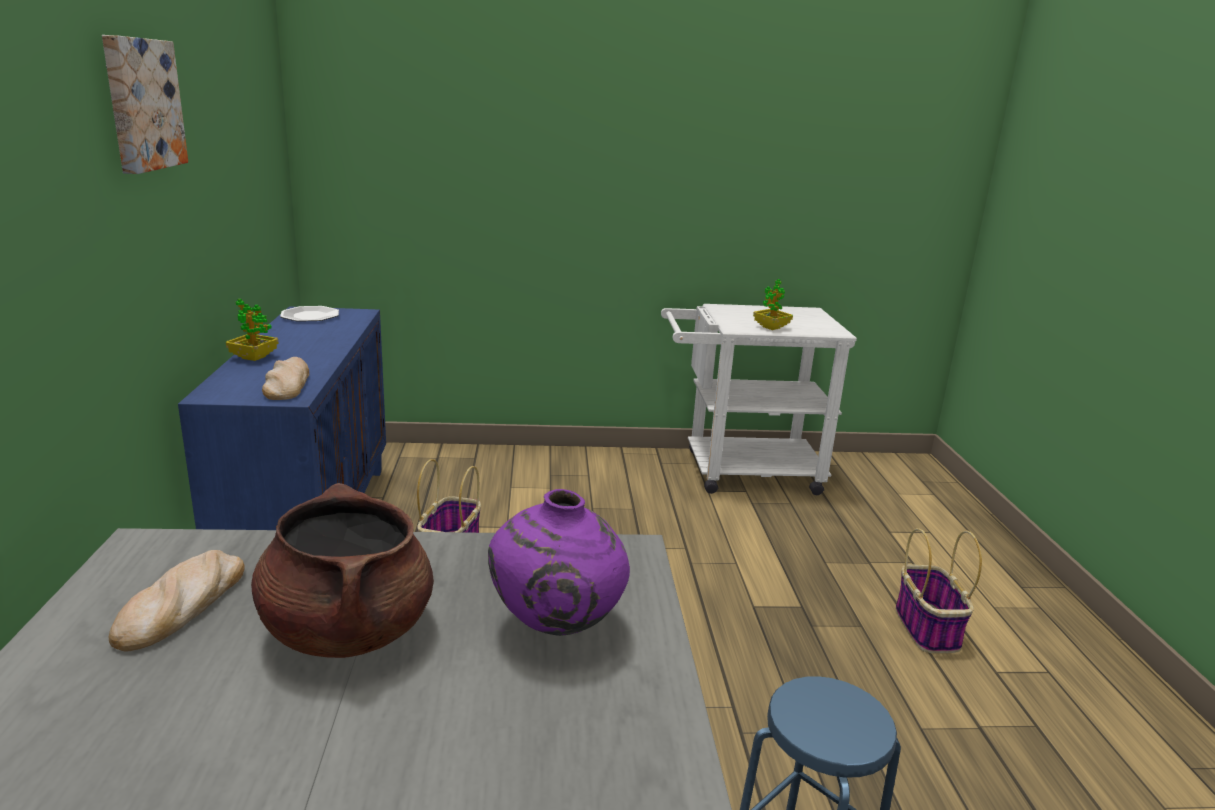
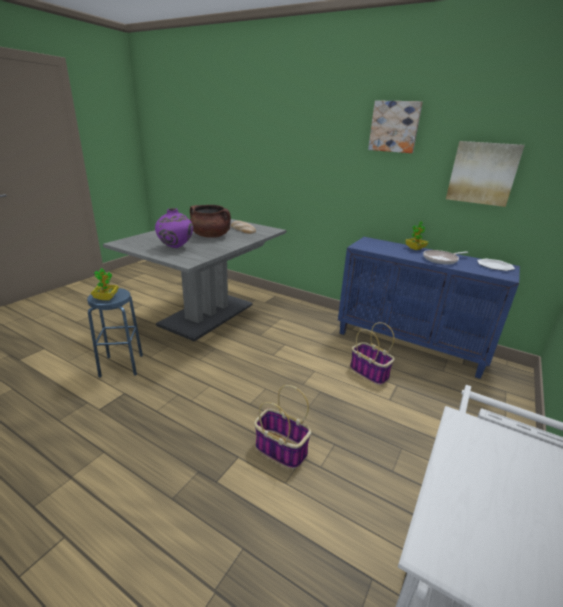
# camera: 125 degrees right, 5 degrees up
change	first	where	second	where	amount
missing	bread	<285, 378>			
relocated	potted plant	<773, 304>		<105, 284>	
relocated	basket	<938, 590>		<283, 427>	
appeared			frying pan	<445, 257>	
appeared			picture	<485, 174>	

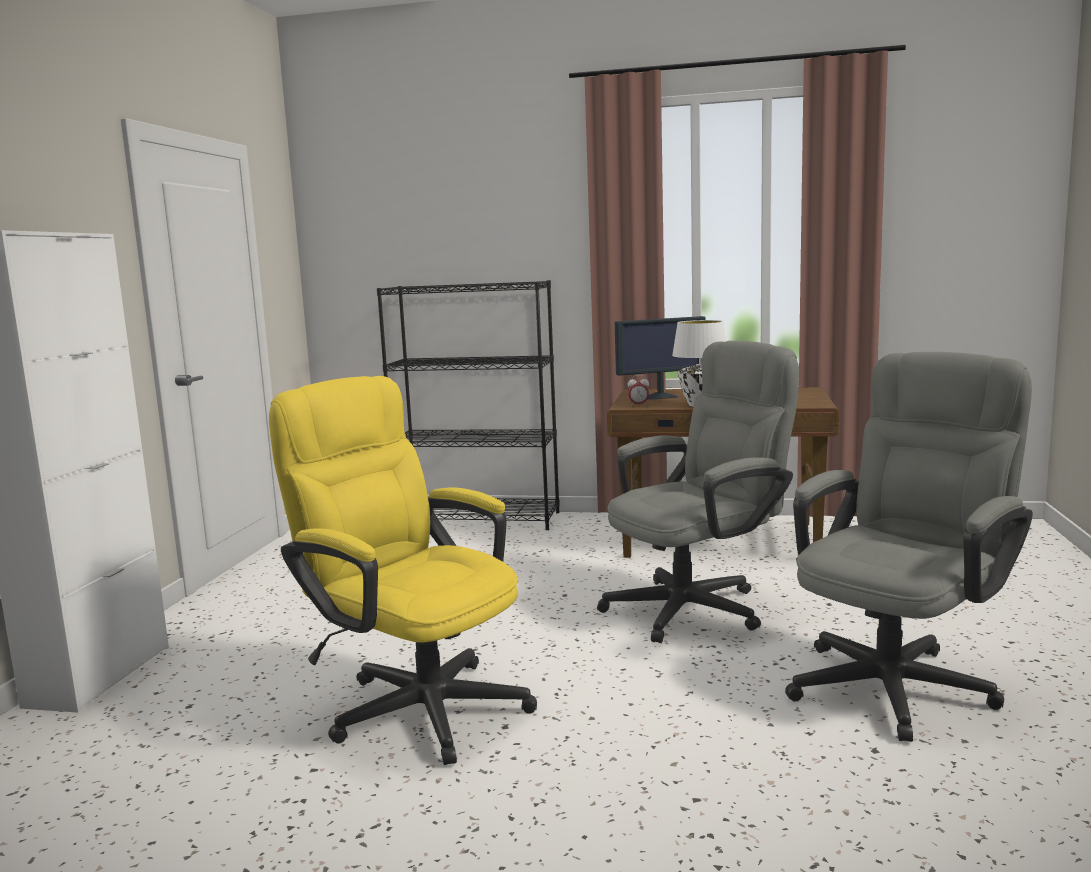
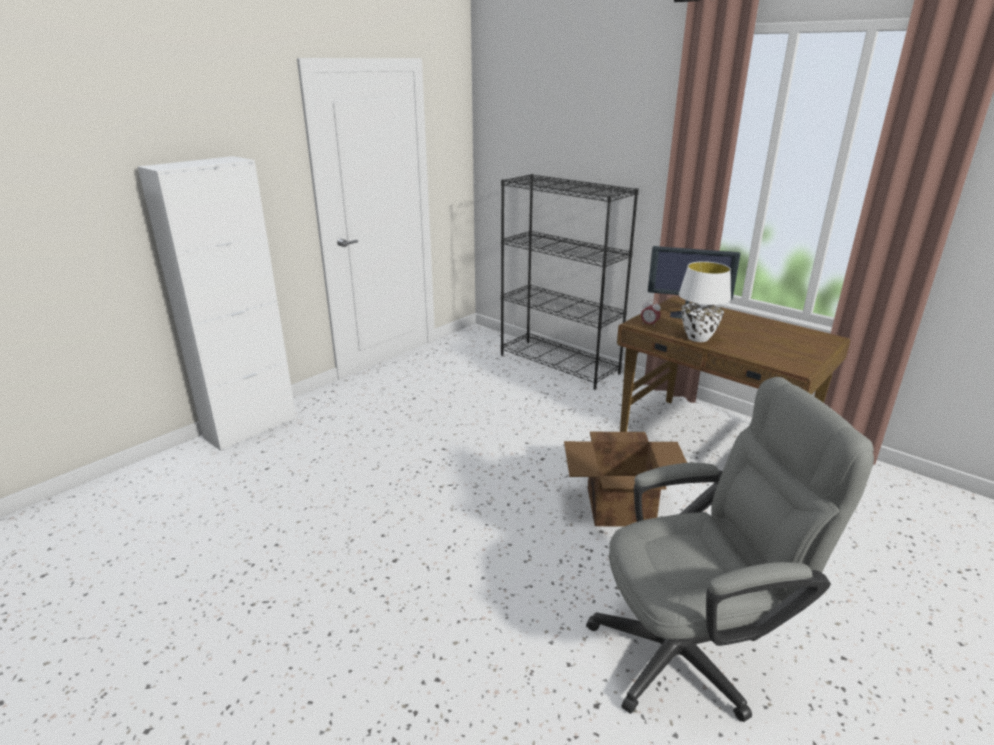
# camera: 30 degrees right, 15 degrees up
change	first	where	second	where	amount
missing	office chair in yellow	<403, 570>			
exchanged	office chair in grey	<698, 492>	cardboard box	<625, 479>	

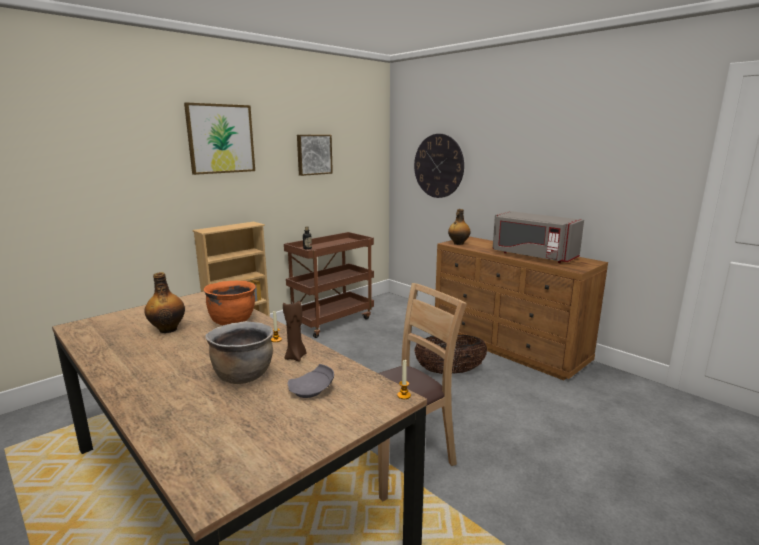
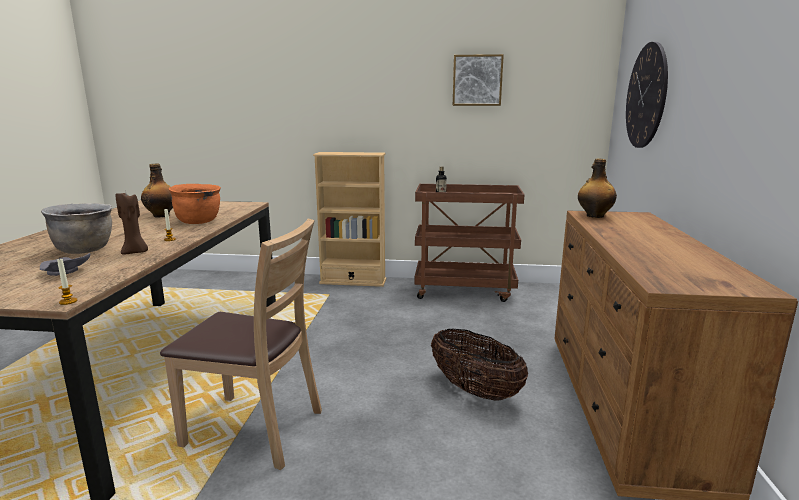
# camera: 50 degrees right, 0 degrees up
change	first	where	second	where	amount
missing	picture	<219, 138>			
missing	microwave in grey	<538, 237>			

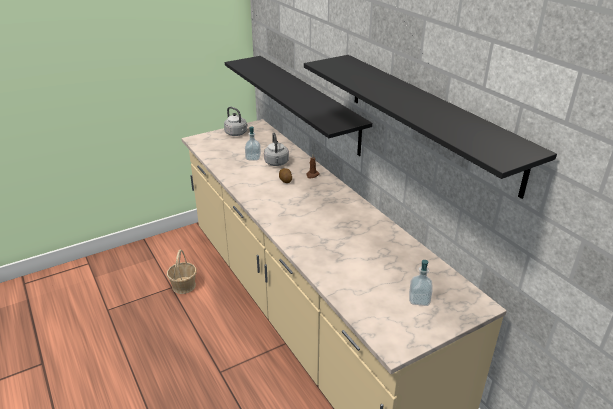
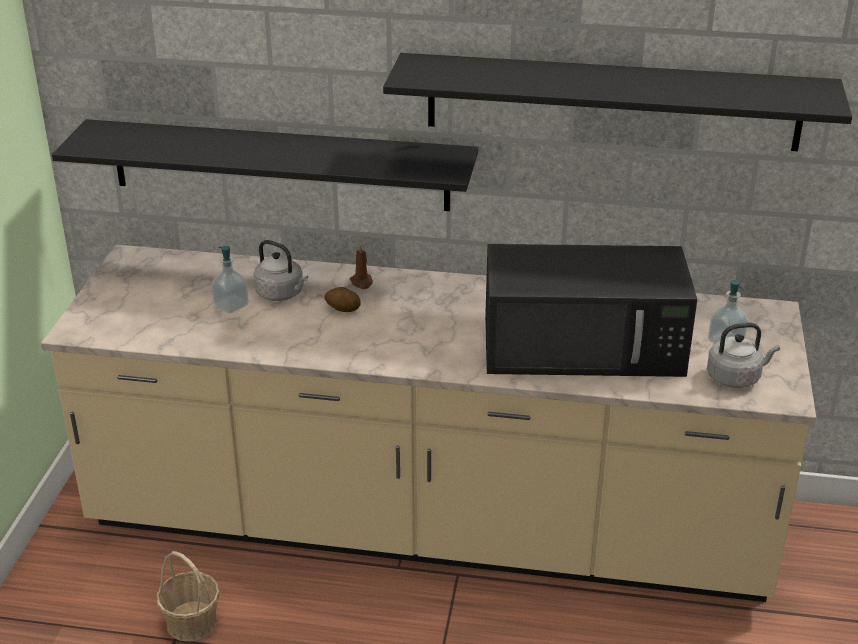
# camera: 50 degrees left, 0 degrees up
change	first	where	second	where	amount
relocated	kettle in grey	<236, 121>		<743, 355>	
appeared			microwave in black	<591, 310>	

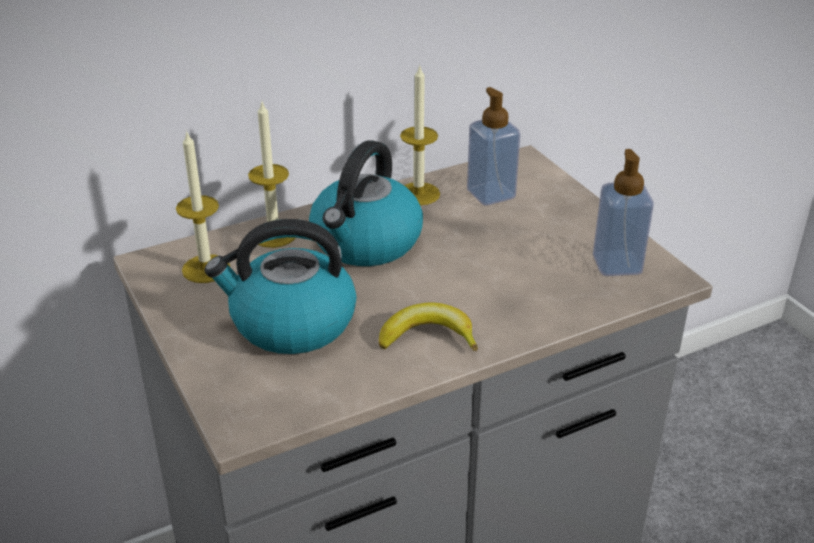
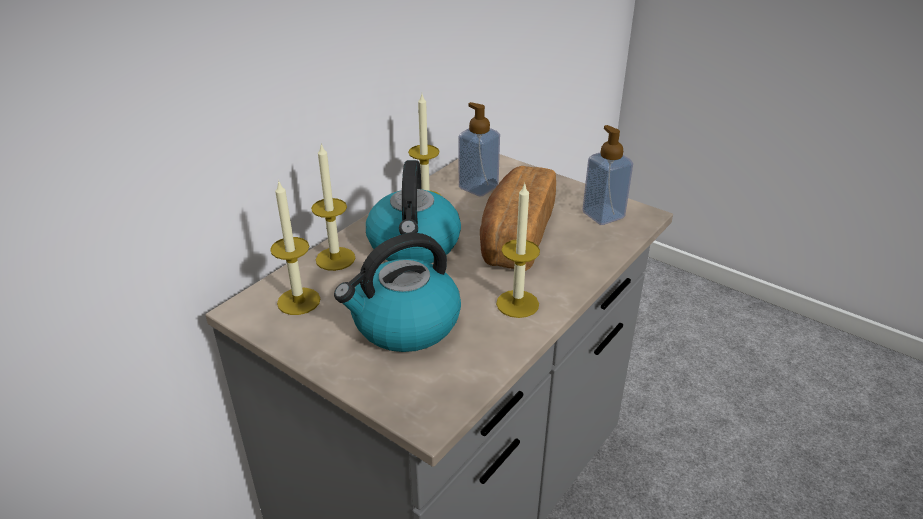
# camera: 25 degrees left, 0 degrees up
change	first	where	second	where	amount
exchanged	banana	<428, 327>	candle	<518, 250>	
appeared			bread	<518, 218>	

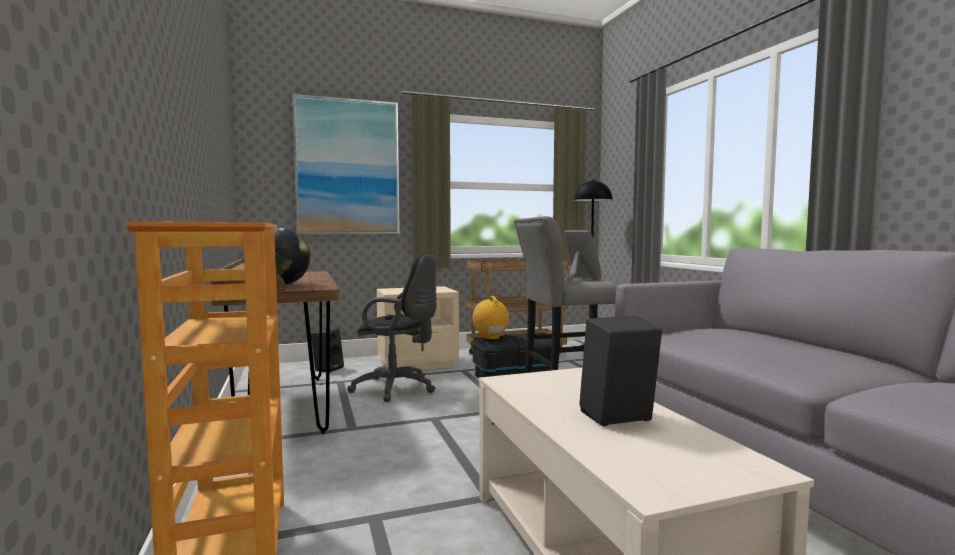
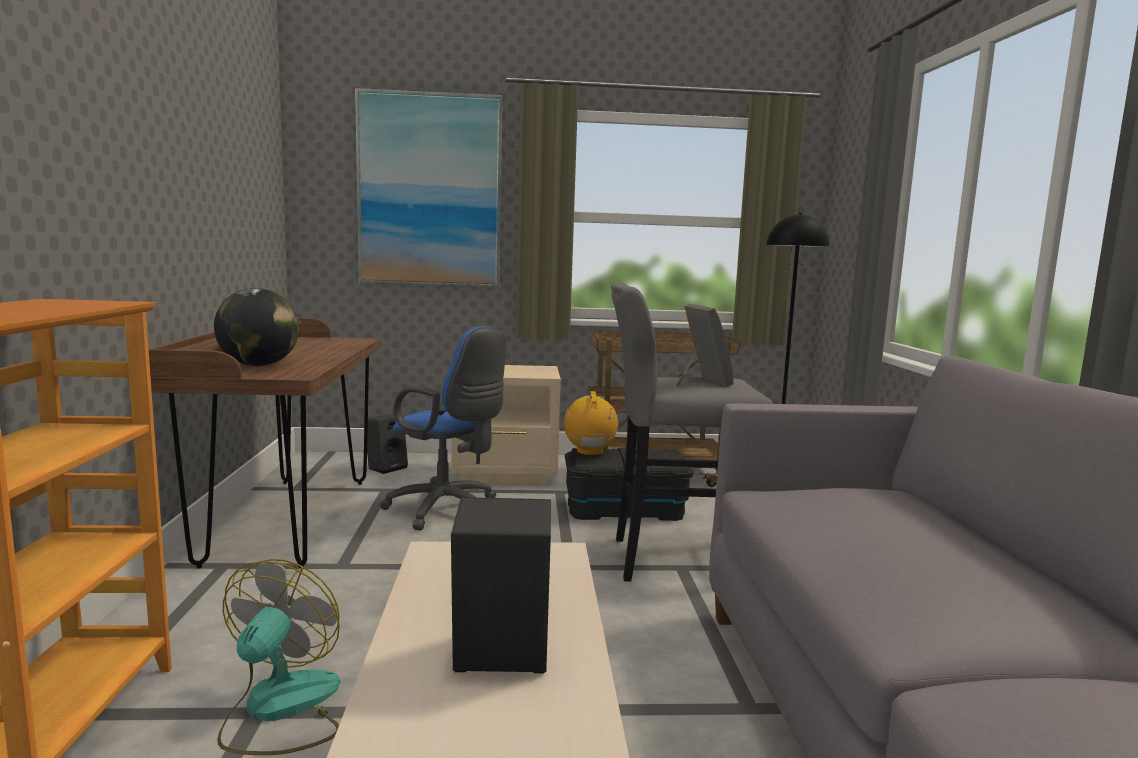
# camera: 15 degrees right, 5 degrees up
change	first	where	second	where	amount
colour	office chair in black	<392, 327>	office chair in blue	<443, 428>	
appeared			fan	<278, 657>	

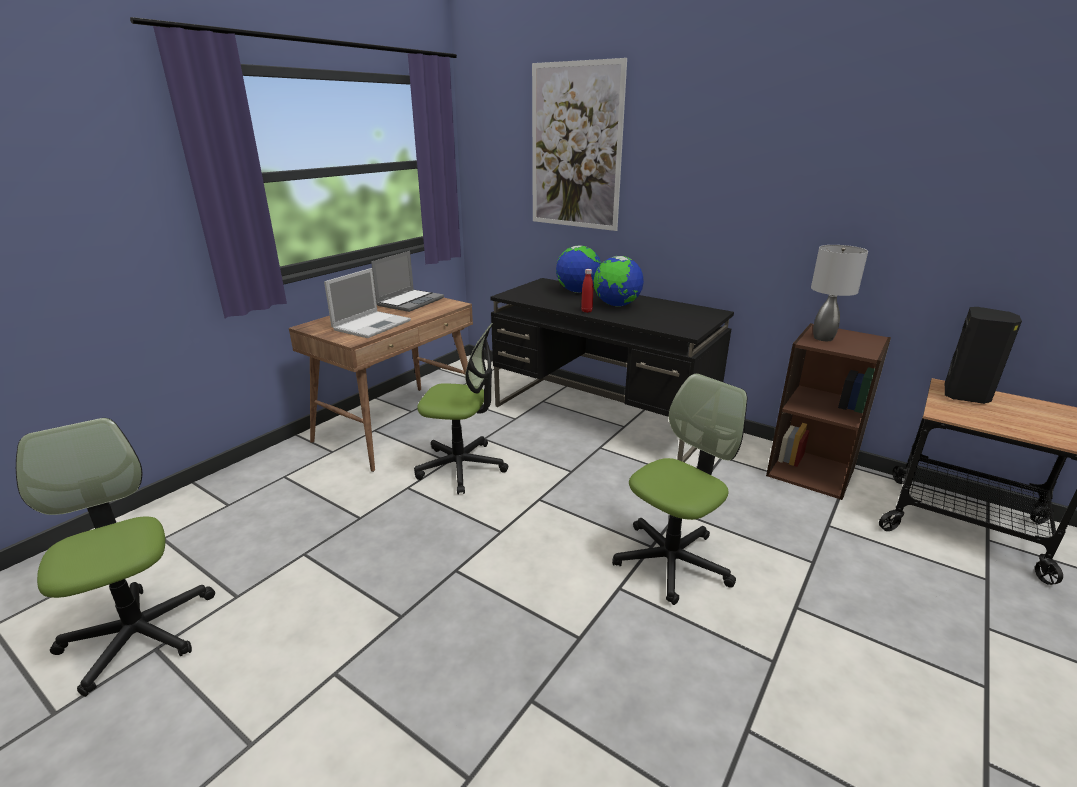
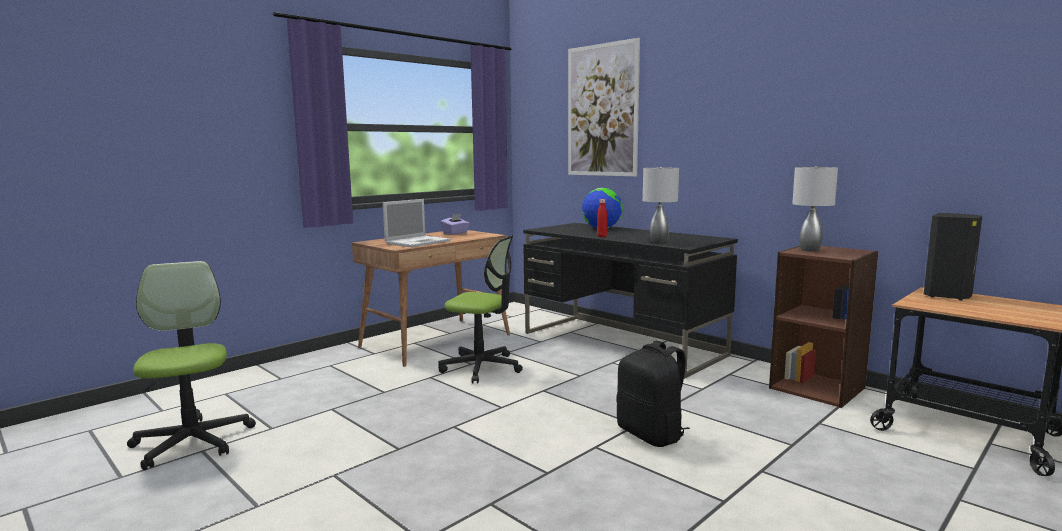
# camera: 10 degrees right, 15 degrees down
change	first	where	second	where	amount
exchanged	laptop	<407, 281>	tissue box in purple	<455, 224>	
missing	globe	<619, 281>			
exchanged	office chair	<679, 489>	backpack in black	<653, 394>	
appeared			table lamp in grey	<661, 205>	

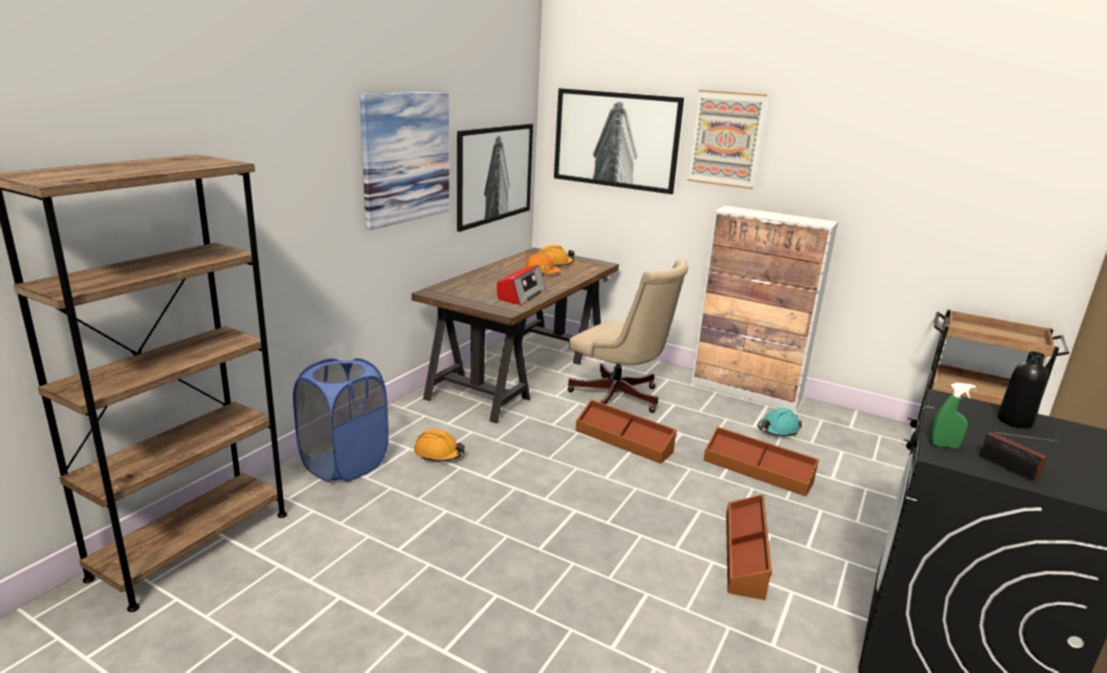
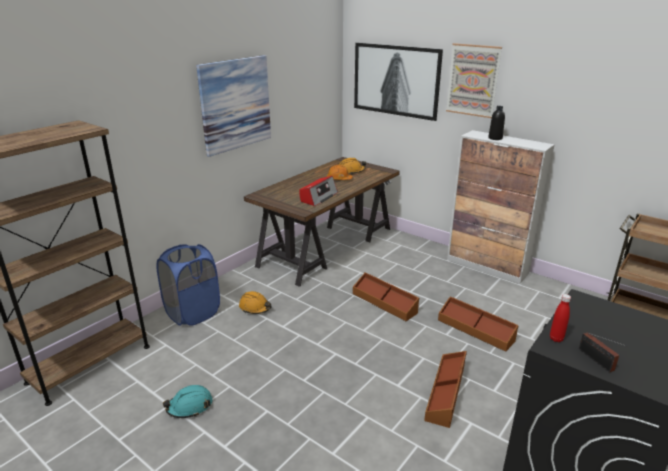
# camera: 10 degrees right, 5 degrees up
change	first	where	second	where	amount
missing	picture	<495, 178>			
missing	office chair in beige	<627, 336>			
relocated	hard hat in turquoise	<780, 422>		<187, 401>	
exchanged	spray bottle in green	<953, 415>	bottle in red	<560, 318>	
relocated	bottle in black	<1023, 390>		<496, 123>	

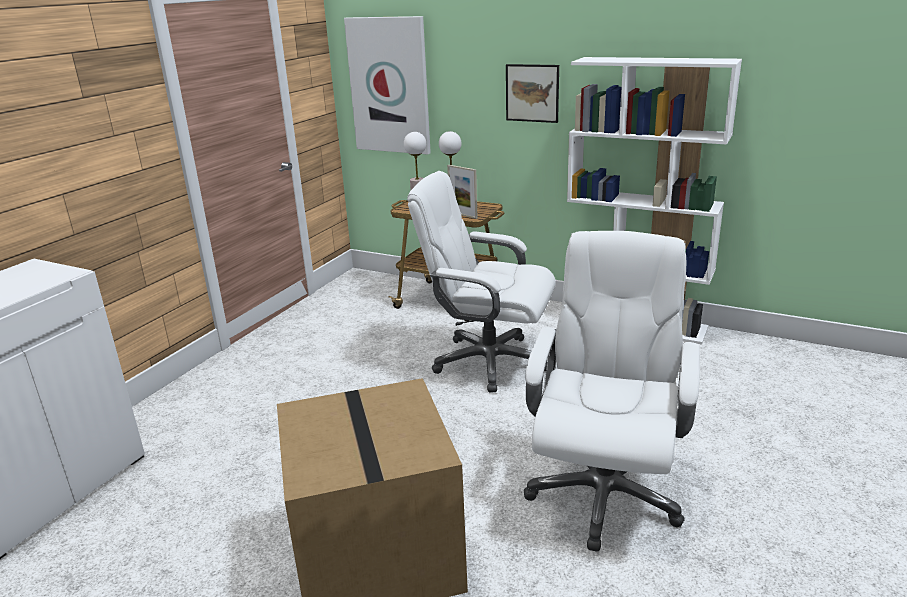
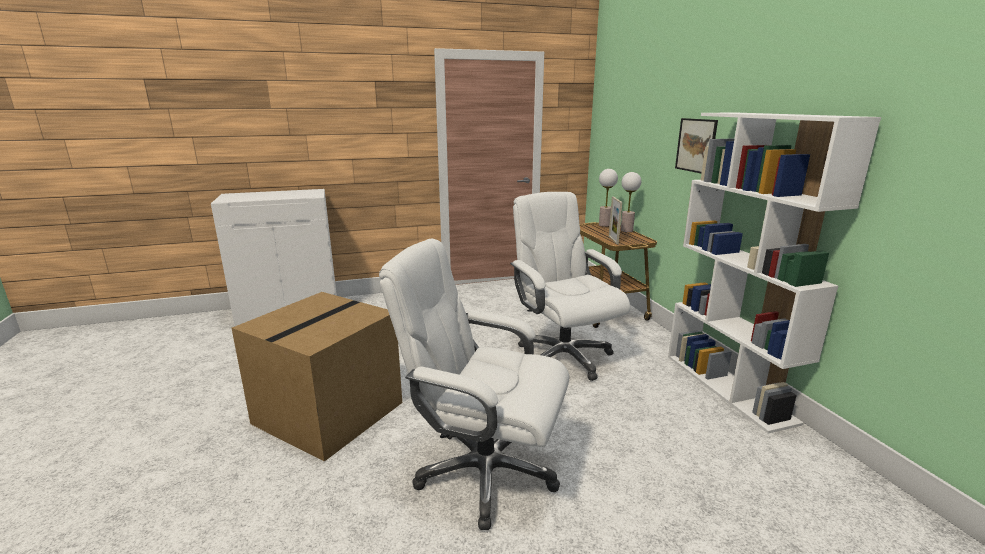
# camera: 45 degrees right, 5 degrees down
change	first	where	second	where	amount
missing	picture	<387, 85>			
spun	office chair in white	<612, 391>		<474, 384>	135 degrees counterclockwise

